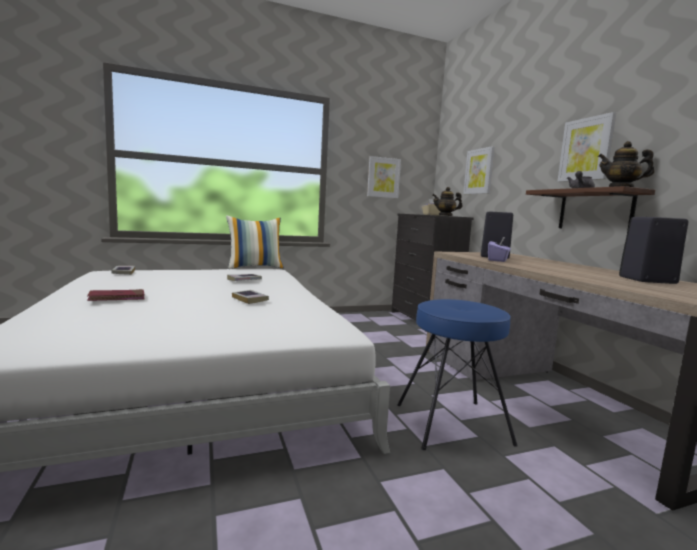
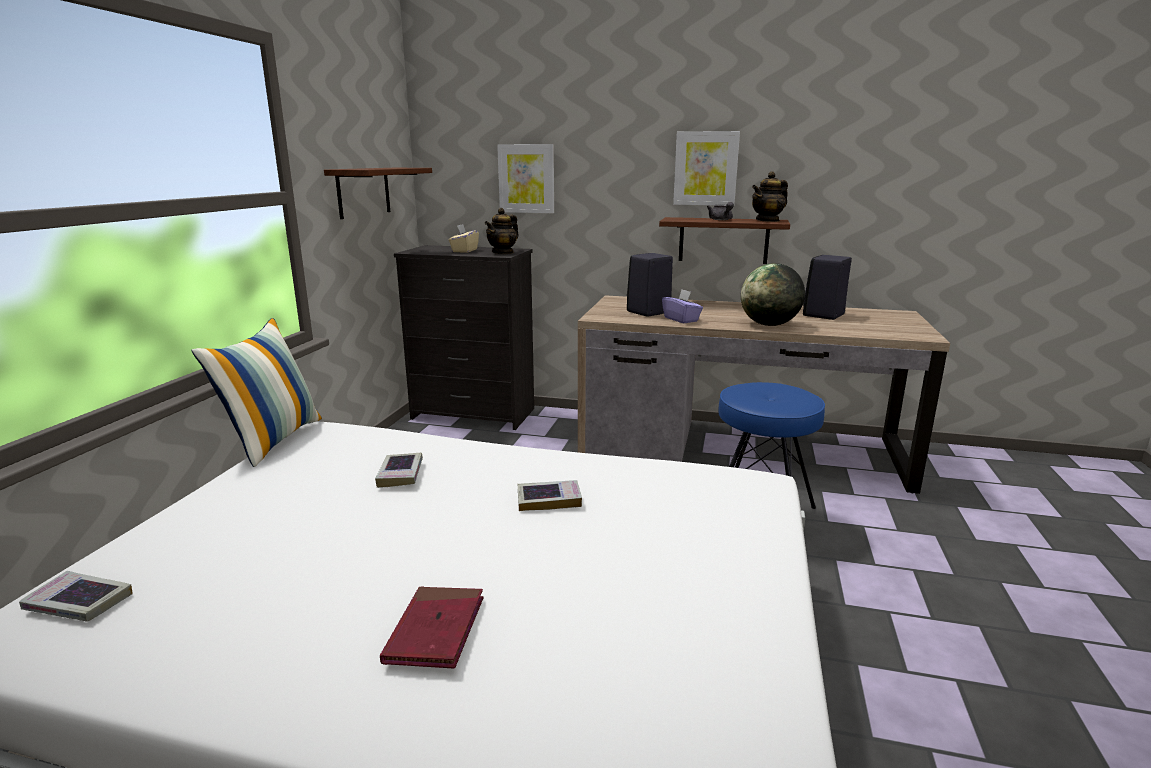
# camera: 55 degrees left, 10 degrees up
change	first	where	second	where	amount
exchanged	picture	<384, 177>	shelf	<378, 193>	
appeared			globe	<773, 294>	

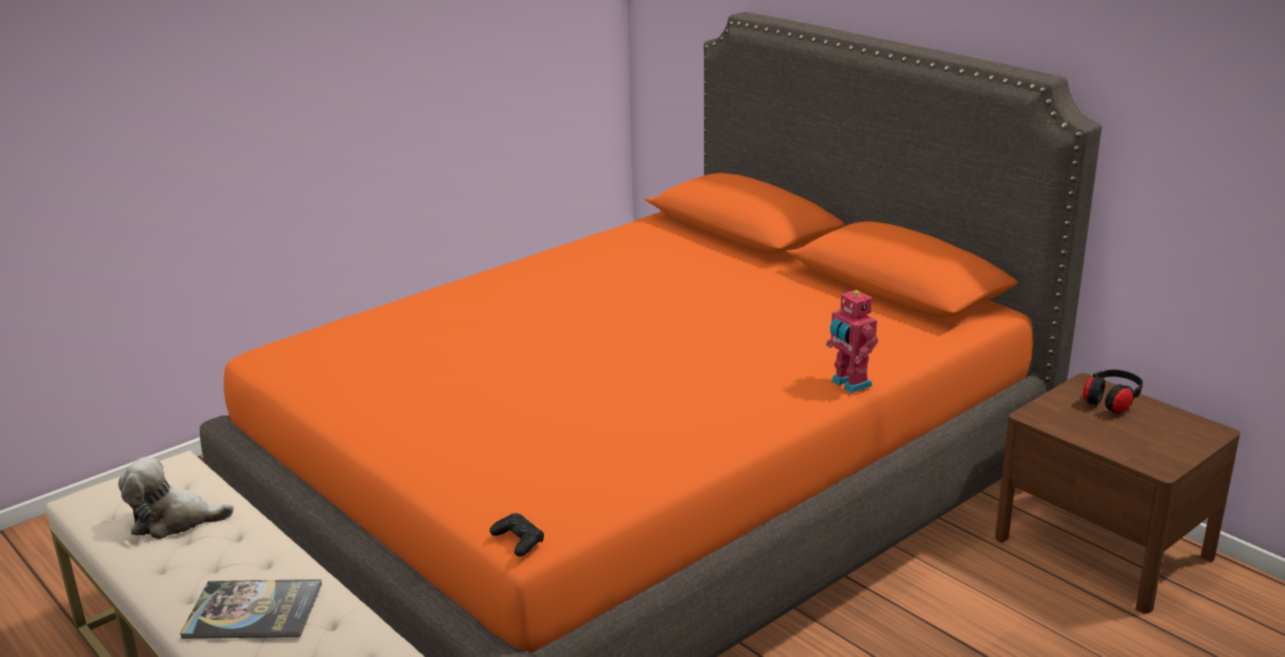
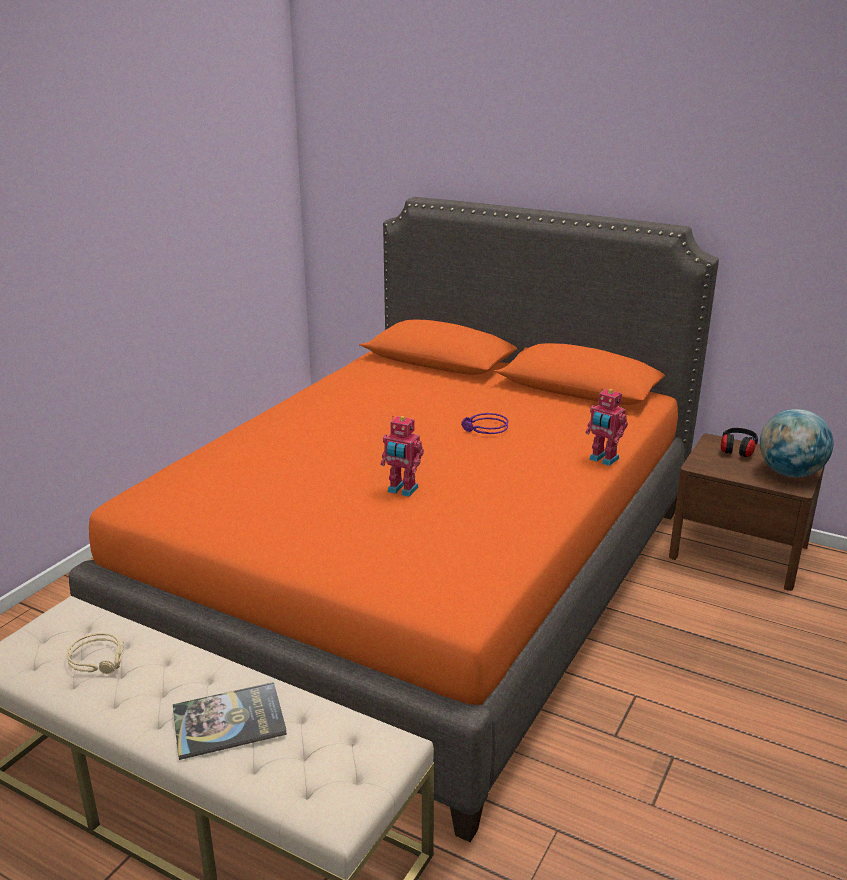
# camera: 20 degrees left, 0 degrees up
change	first	where	second	where	amount
exchanged	plush toy	<176, 498>	headphones in beige	<95, 653>	
missing	game controller in black	<517, 535>			
appeared			toy robot	<402, 456>	
appeared			headphones in purple	<485, 423>	
appeared			globe	<797, 443>	

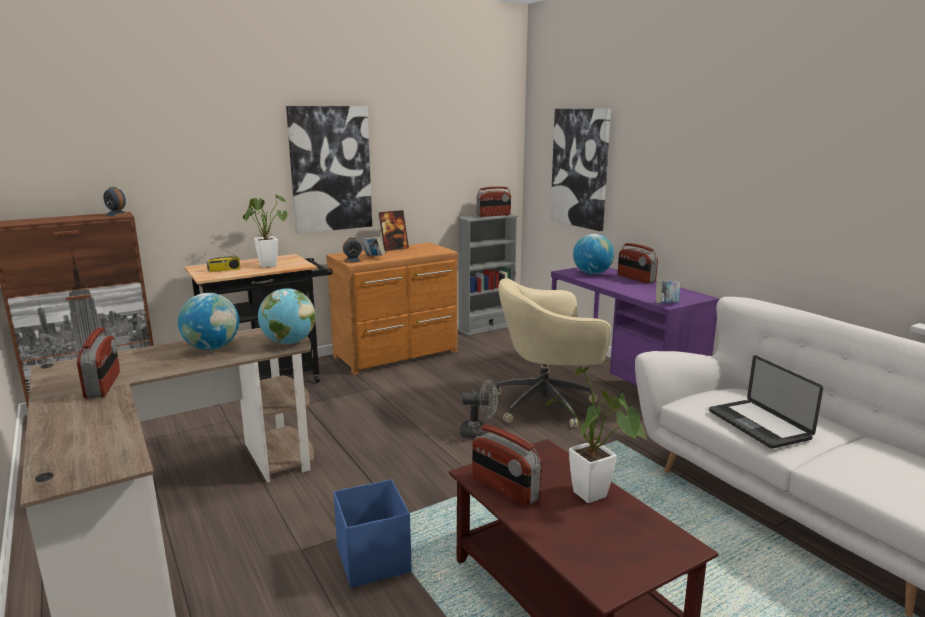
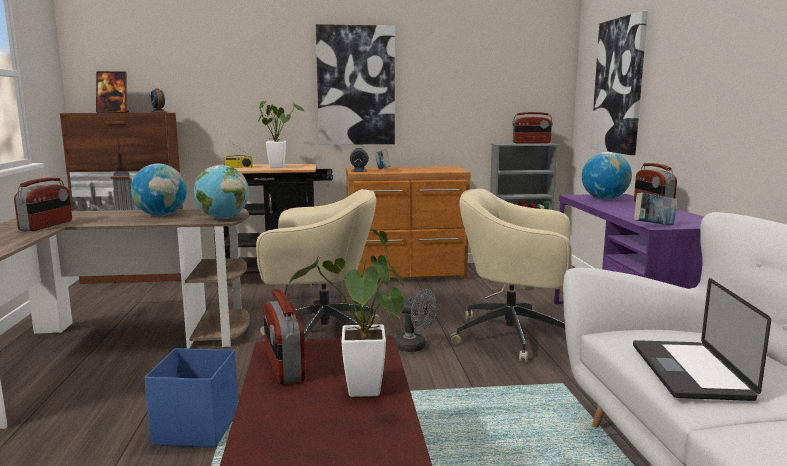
# camera: 25 degrees right, 5 degrees down
change	first	where	second	where	amount
relocated	picture frame	<394, 230>		<112, 92>	
appeared			office chair in beige	<318, 263>	

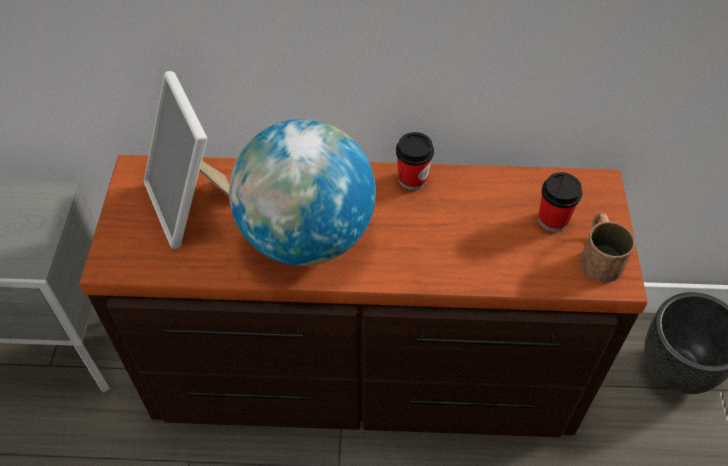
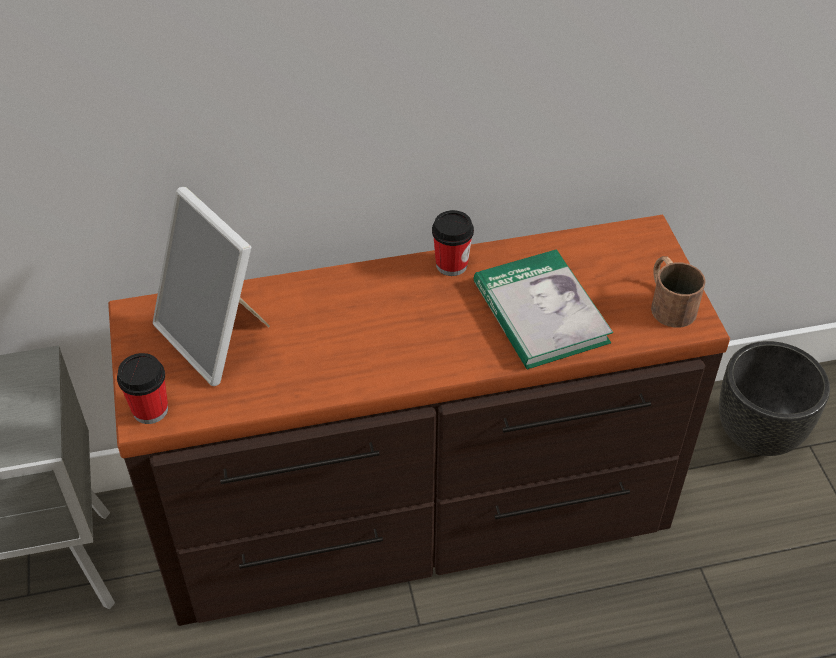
# camera: 15 degrees left, 5 degrees down
change	first	where	second	where	amount
missing	globe	<302, 192>			
relocated	cup	<560, 202>		<142, 388>	
appeared			book	<543, 309>	

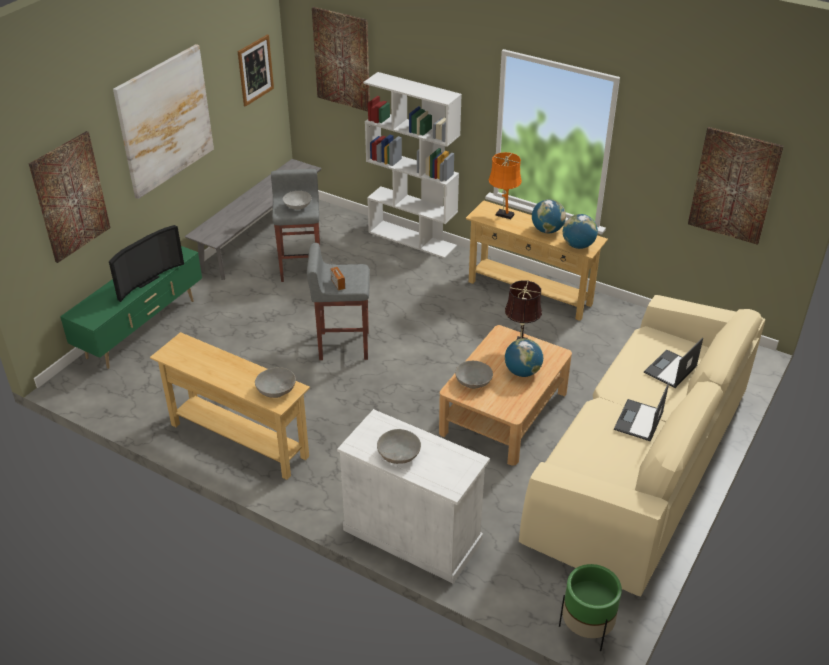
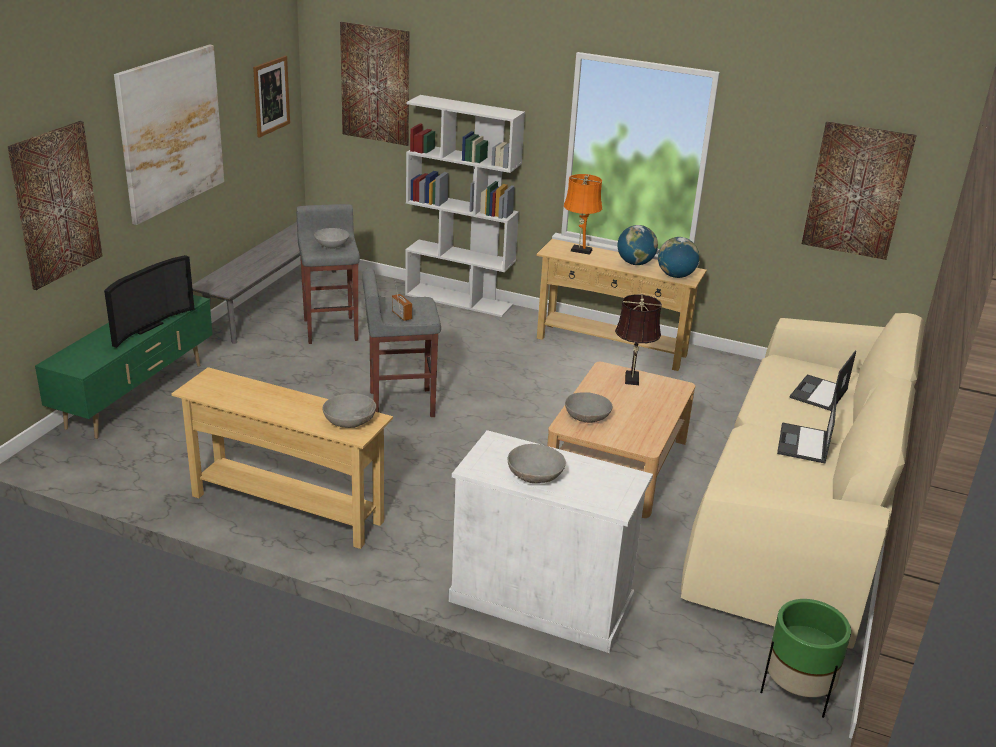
# camera: 10 degrees left, 10 degrees down
change	first	where	second	where	amount
missing	globe	<524, 357>			

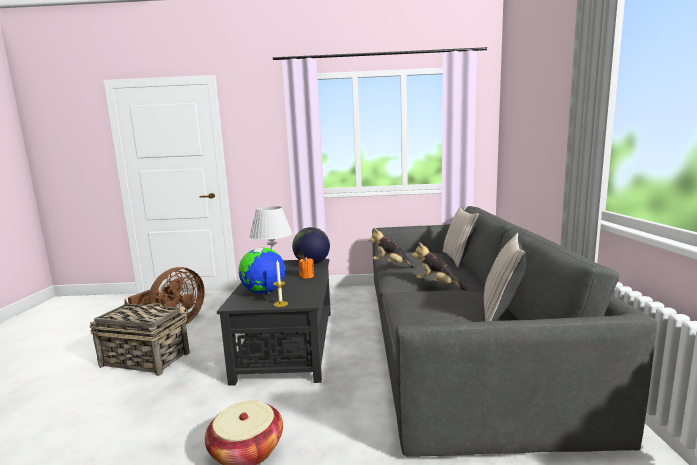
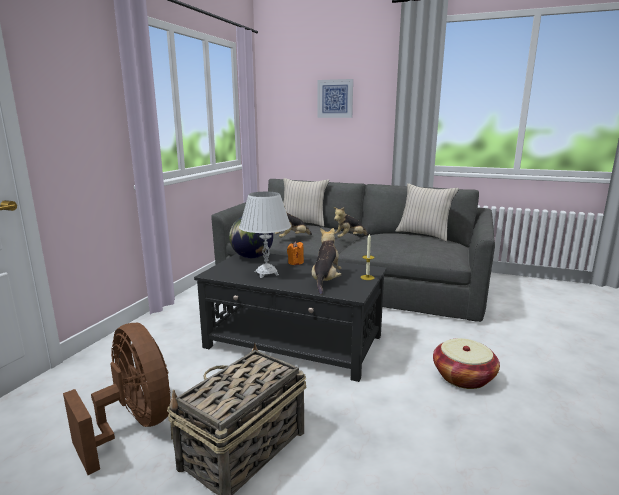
# camera: 70 degrees left, 5 degrees up
change	first	where	second	where	amount
exchanged	globe	<262, 270>	plush toy	<327, 261>	
appeared			picture	<335, 98>	

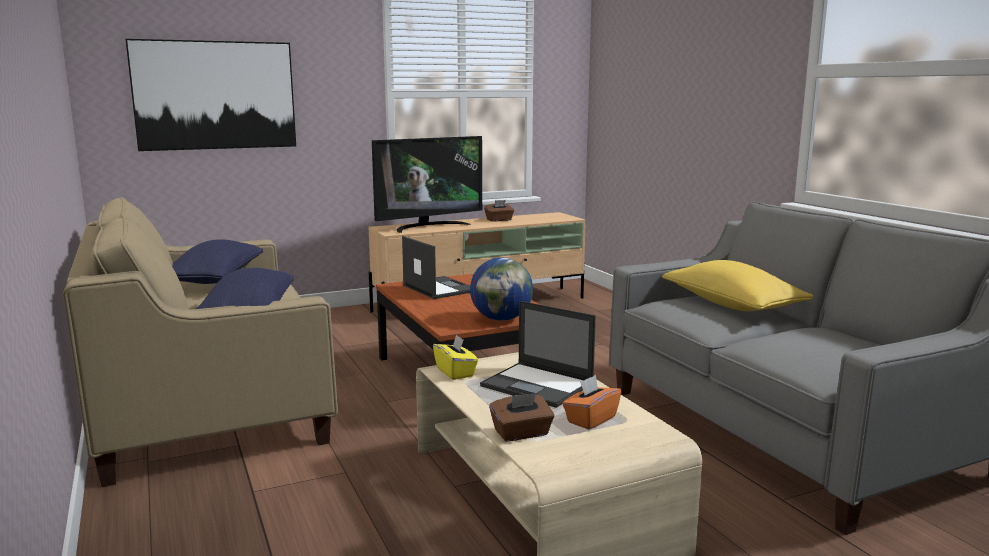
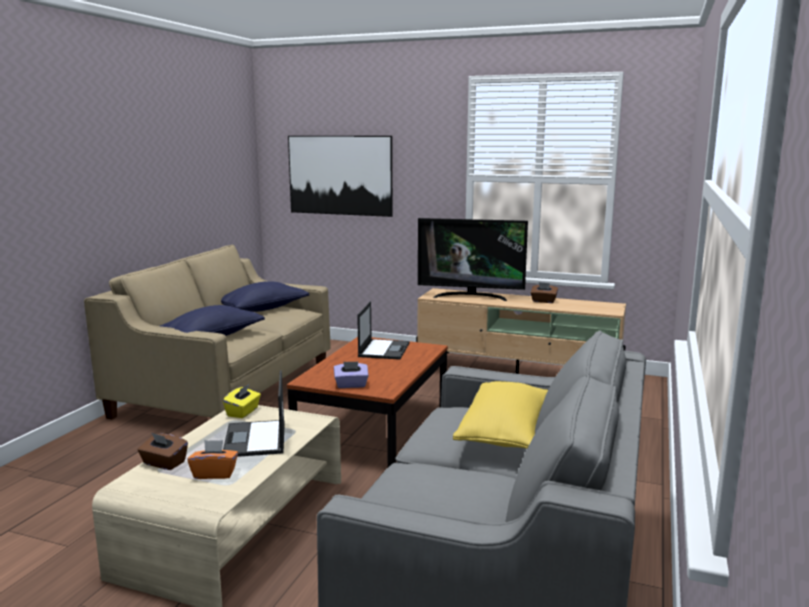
# camera: 45 degrees right, 0 degrees up
change	first	where	second	where	amount
exchanged	globe	<501, 289>	tissue box in purple	<351, 375>	

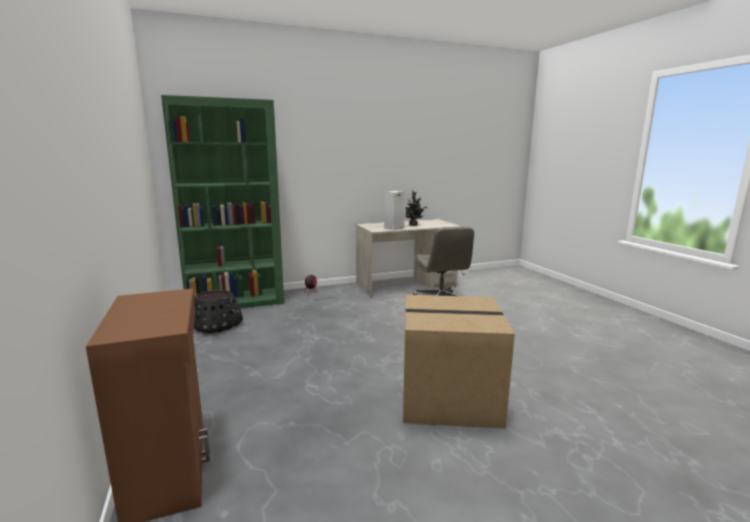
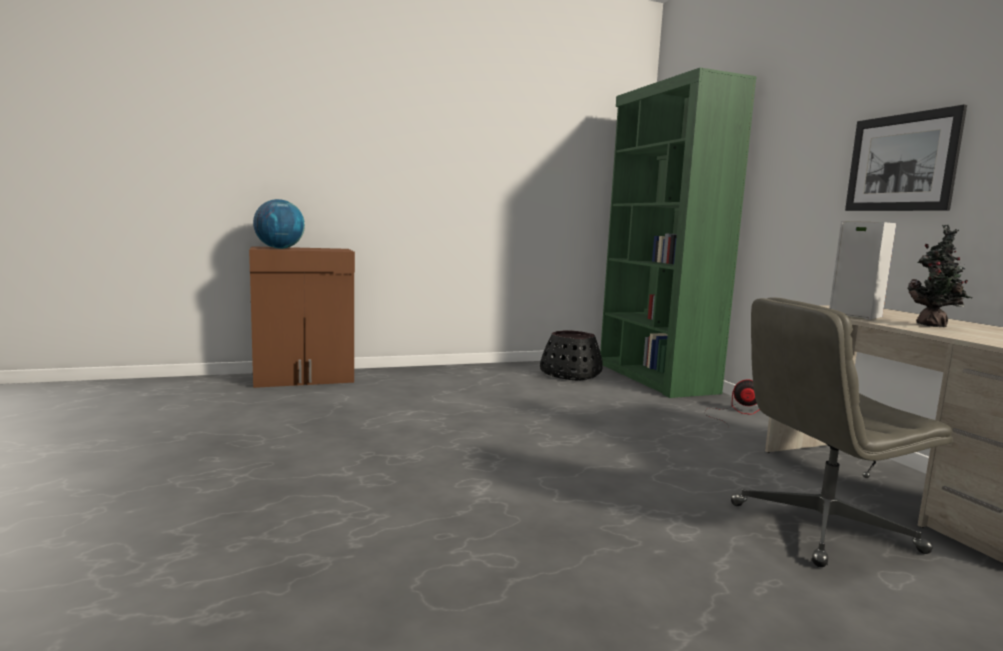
# camera: 90 degrees right, 5 degrees down
change	first	where	second	where	amount
missing	cardboard box	<459, 362>			
appeared			globe	<279, 224>	
appeared			picture	<906, 158>	

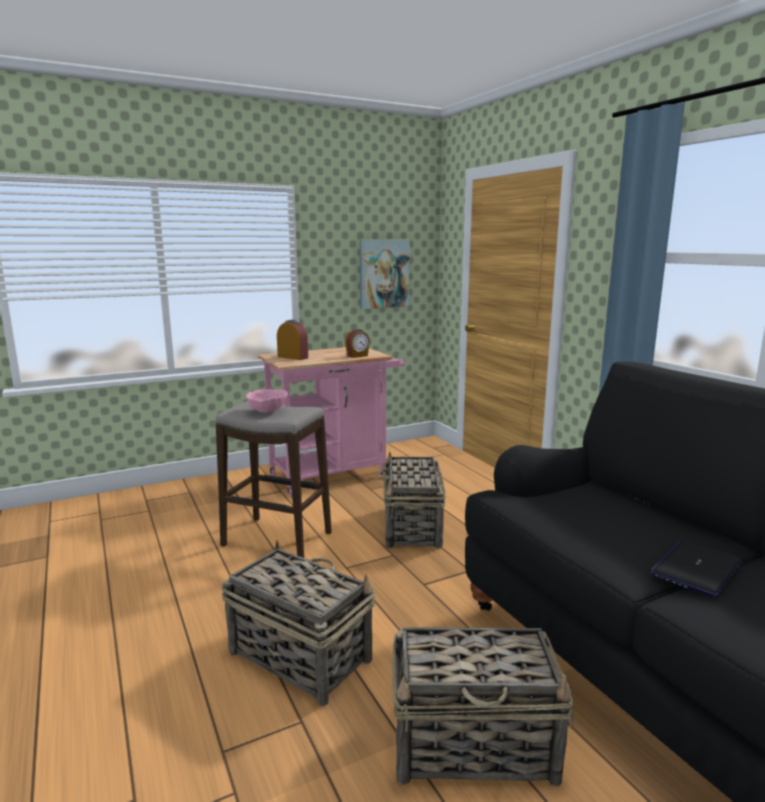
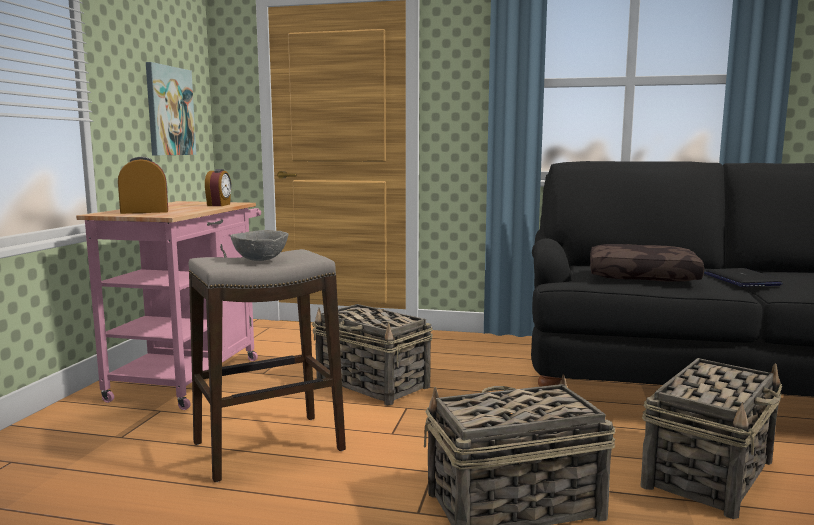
# camera: 50 degrees left, 5 degrees down
change	first	where	second	where	amount
colour	bowl in pink	<267, 401>	bowl in grey	<259, 245>	
appeared			pillow in brown	<647, 263>	

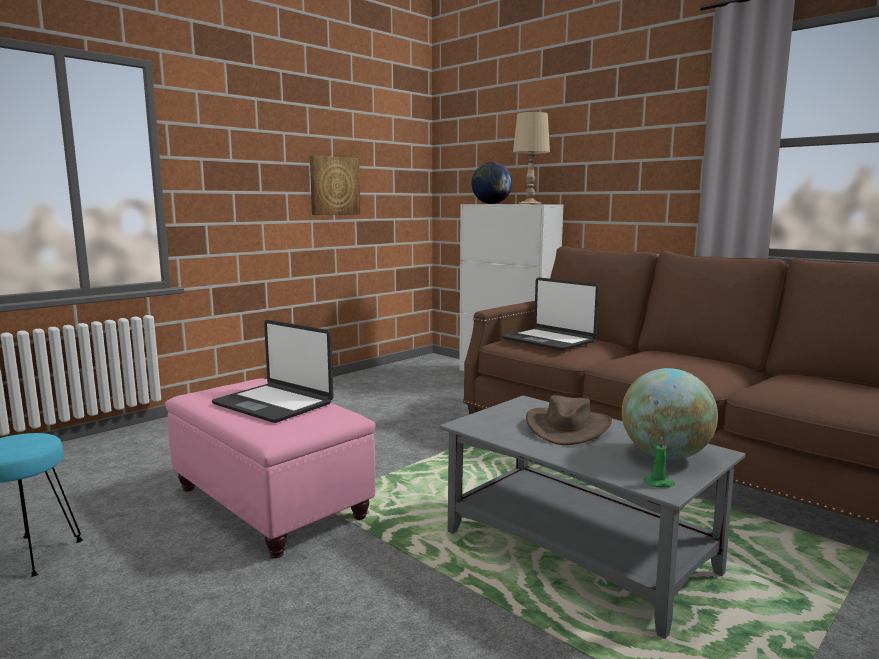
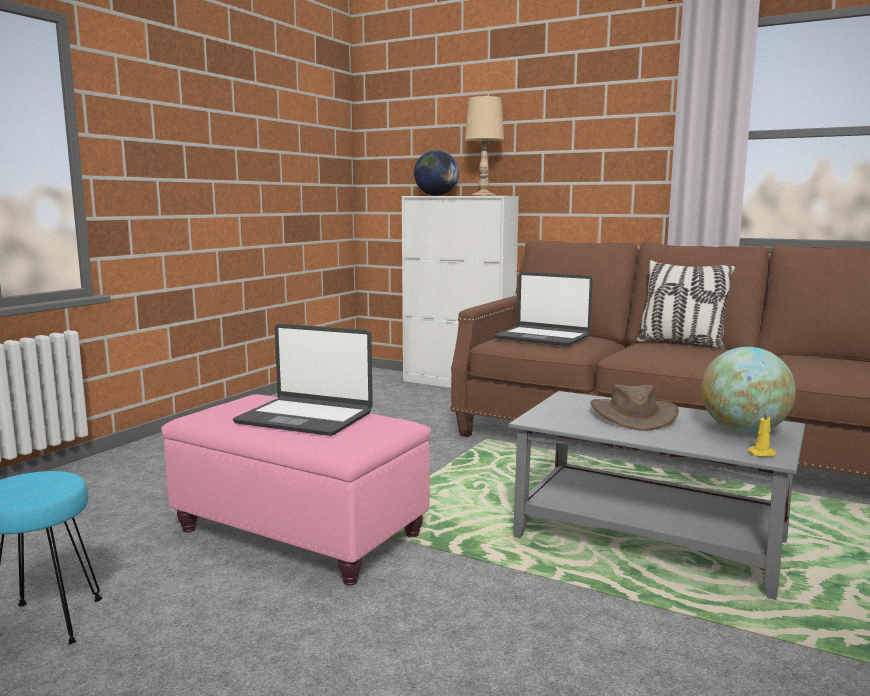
# camera: 15 degrees left, 0 degrees up
change	first	where	second	where	amount
missing	picture	<335, 185>			
colour	candle in green	<659, 463>	candle in yellow	<762, 433>	
appeared			pillow	<686, 304>	

